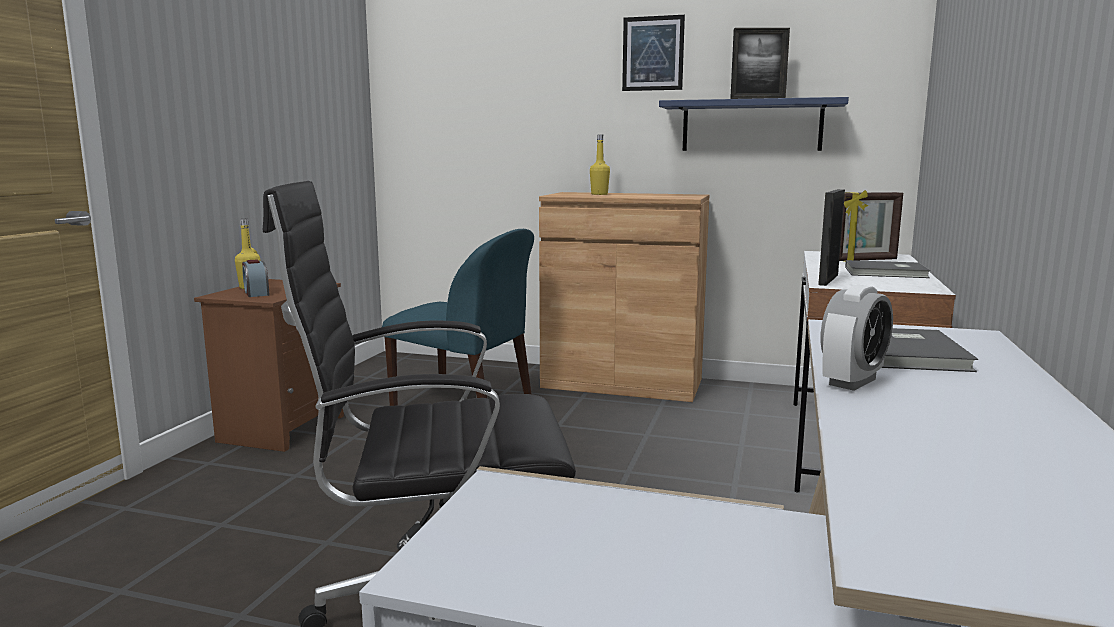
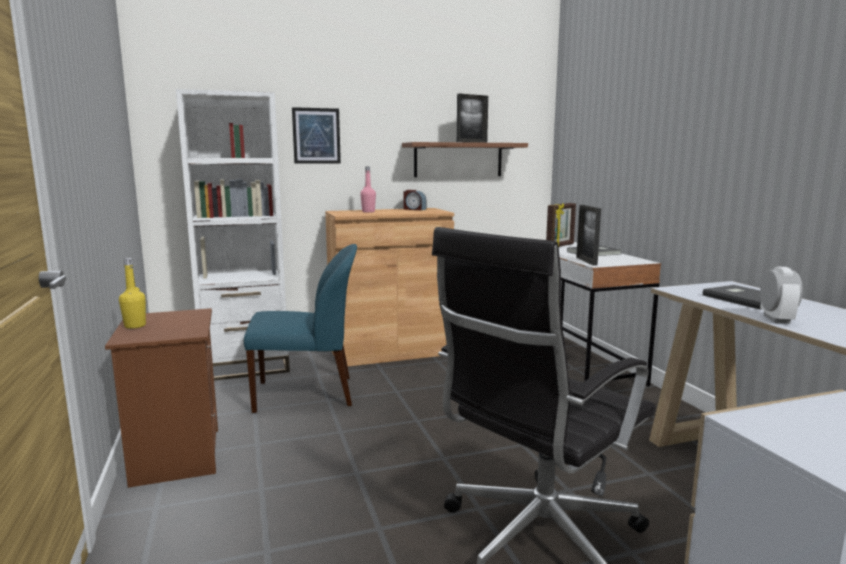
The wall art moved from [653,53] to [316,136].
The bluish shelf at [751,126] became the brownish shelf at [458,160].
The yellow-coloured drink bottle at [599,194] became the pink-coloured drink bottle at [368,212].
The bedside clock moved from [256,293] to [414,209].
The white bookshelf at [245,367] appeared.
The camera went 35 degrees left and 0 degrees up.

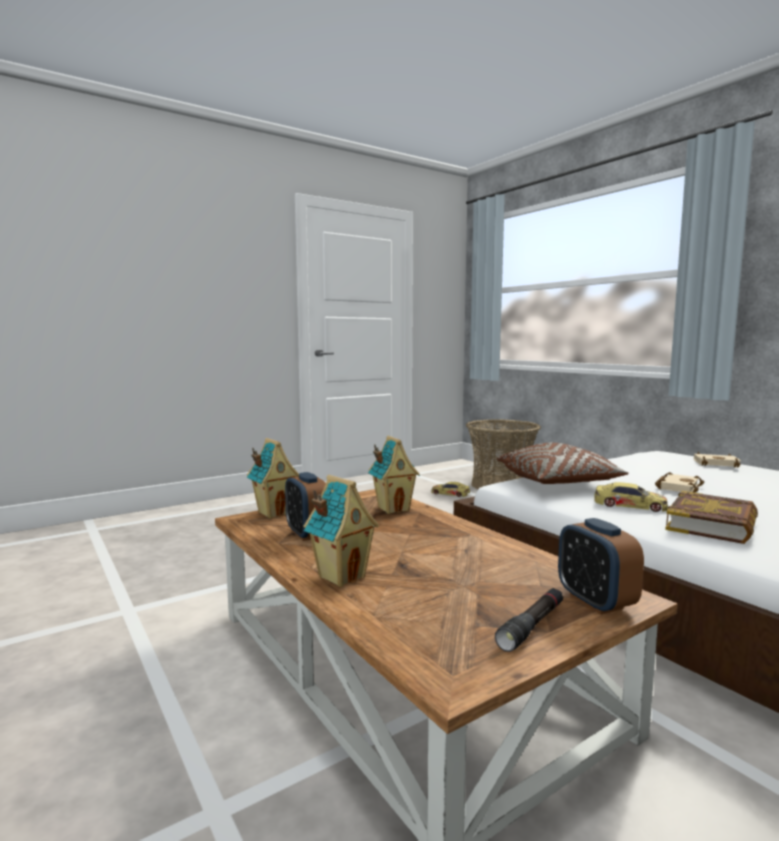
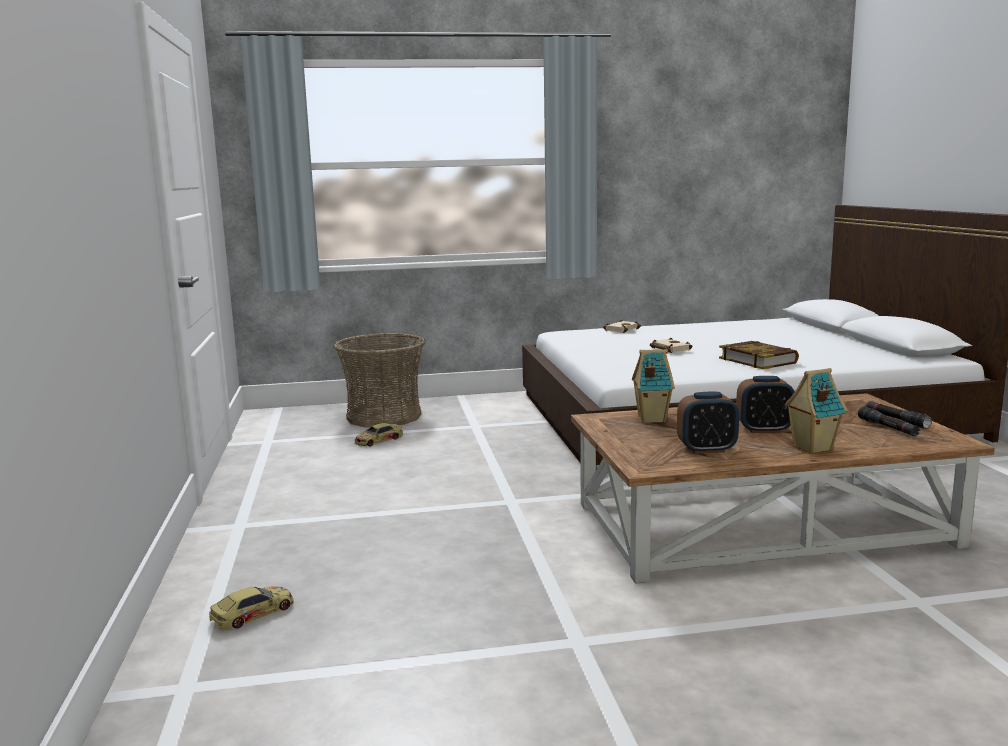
The model house at [274,512] disappeared.
The brownish cushion at [558,483] disappeared.
The model car moved from [630,505] to [253,613].
The bedside clock moved from [595,602] to [764,430].
The black-coloured flashlight at [887,428] appeared.
The camera went 65 degrees left and 5 degrees up.

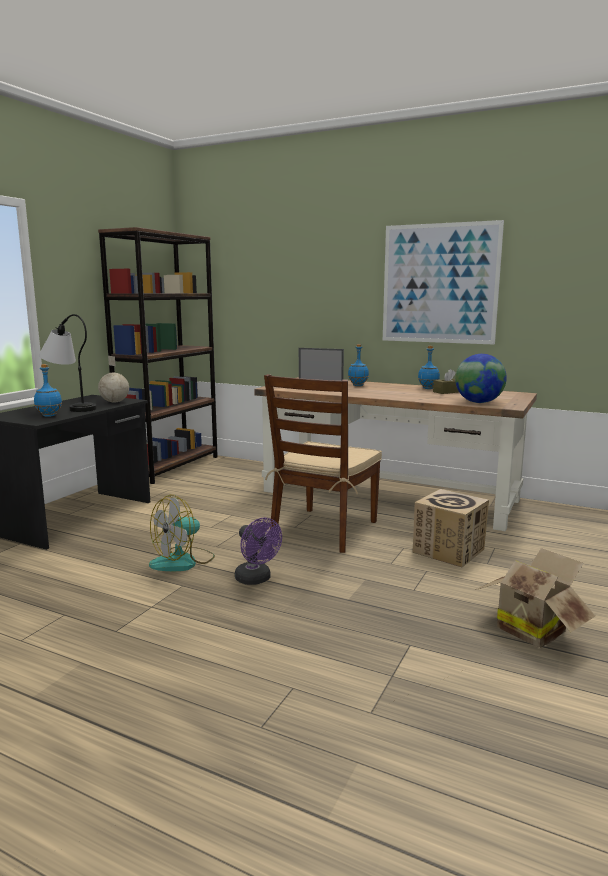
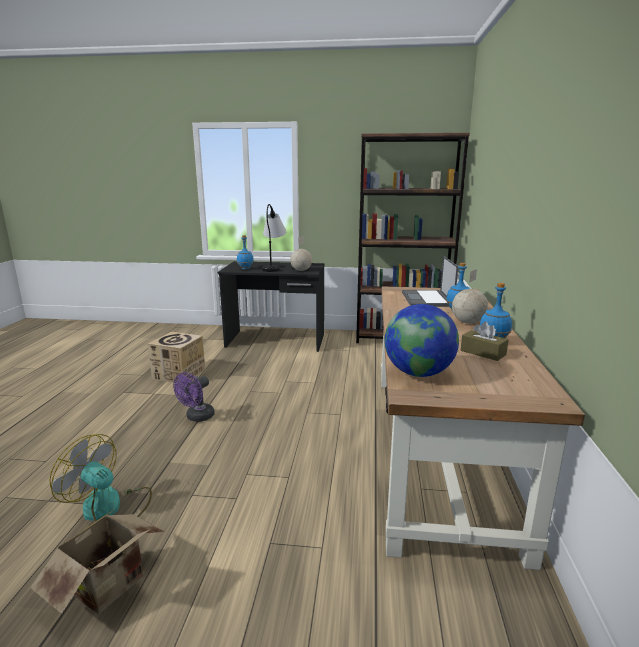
The wall art at [439,284] disappeared.
The brownish chair at [324,530] disappeared.
The packing box moved from [449,551] to [179,374].
The fan moved from [183,561] to [110,508].
The desk globe at [468,322] appeared.
The camera went 70 degrees right and 5 degrees up.

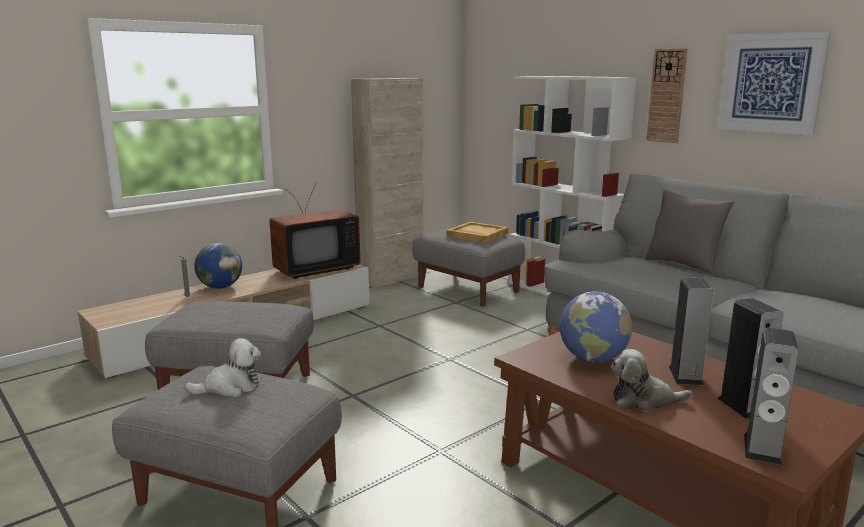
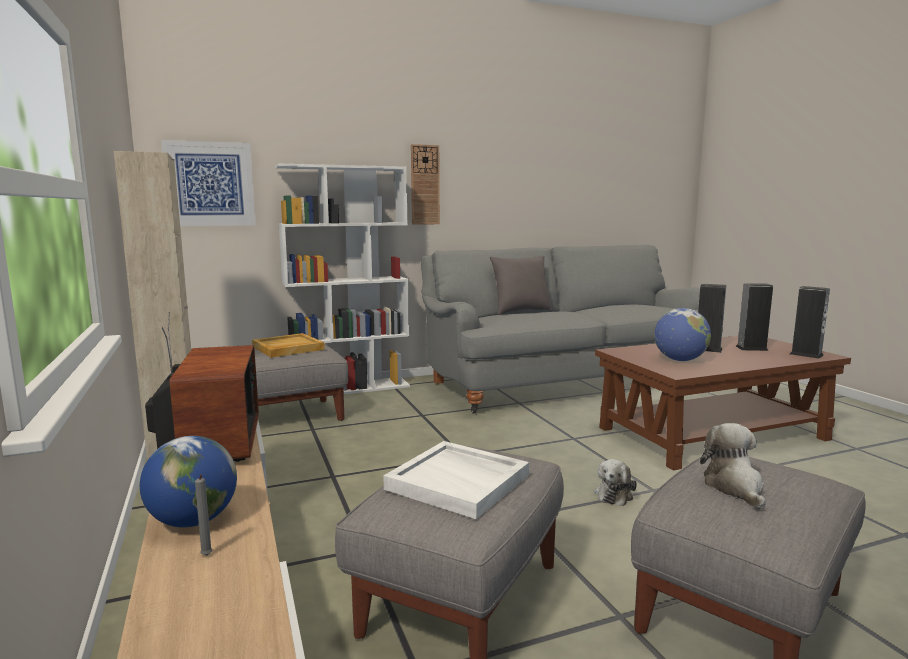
The wall art moved from [771,83] to [210,184].
The soft toy moved from [644,400] to [614,494].
The white tray at [459,482] appeared.
The camera went 70 degrees left and 5 degrees down.

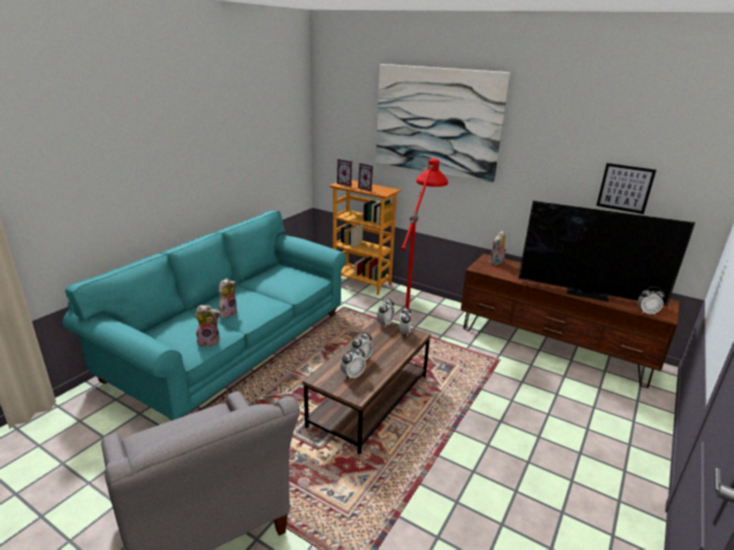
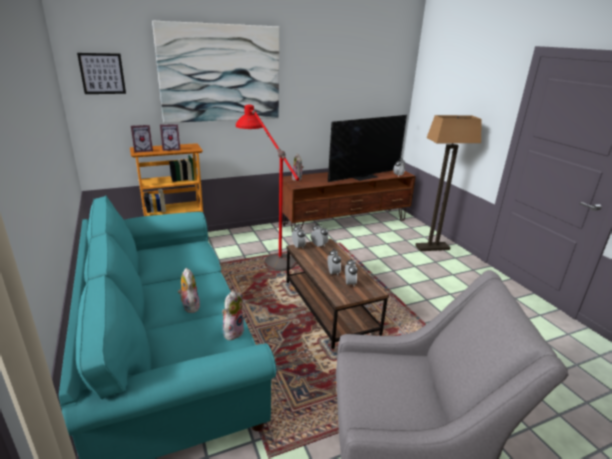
The wall art moved from [625,188] to [102,73].
The floor lamp at [432,247] appeared.
The camera went 55 degrees left and 0 degrees up.

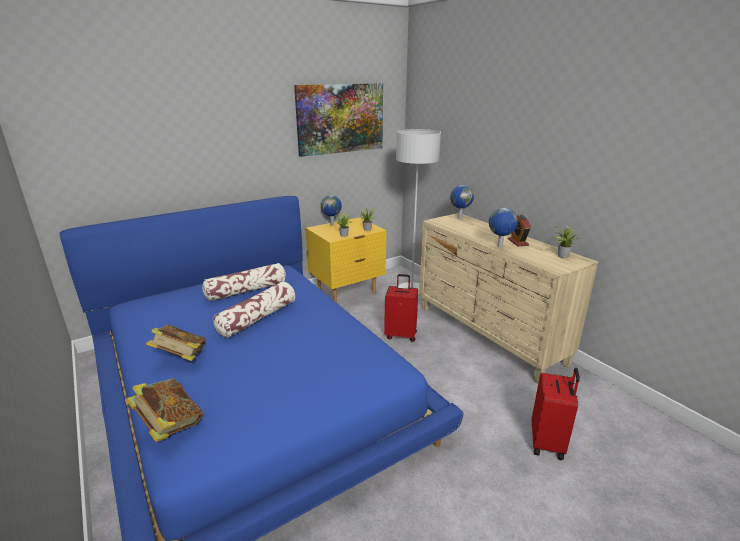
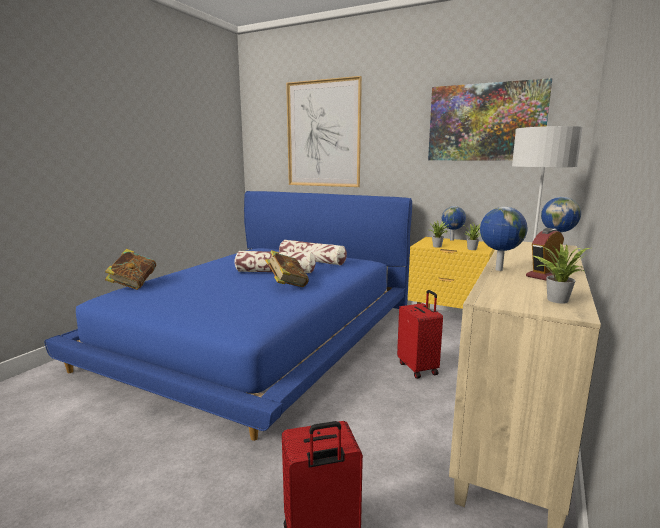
The bound book moved from [181,358] to [287,285].
The wall art at [323,134] appeared.
The camera went 60 degrees right and 10 degrees down.

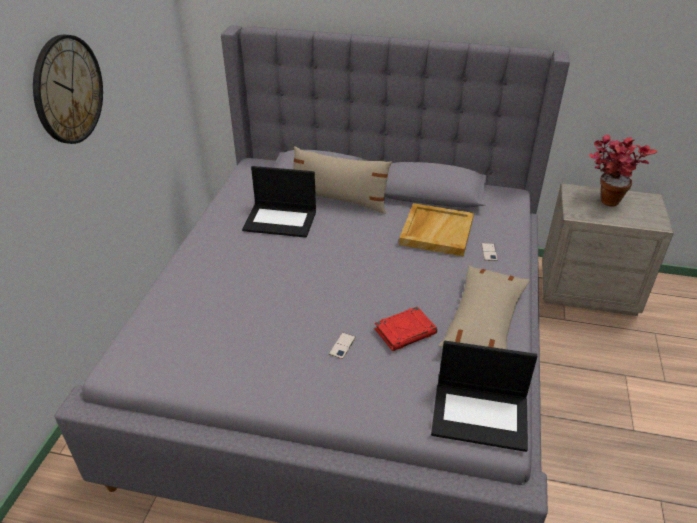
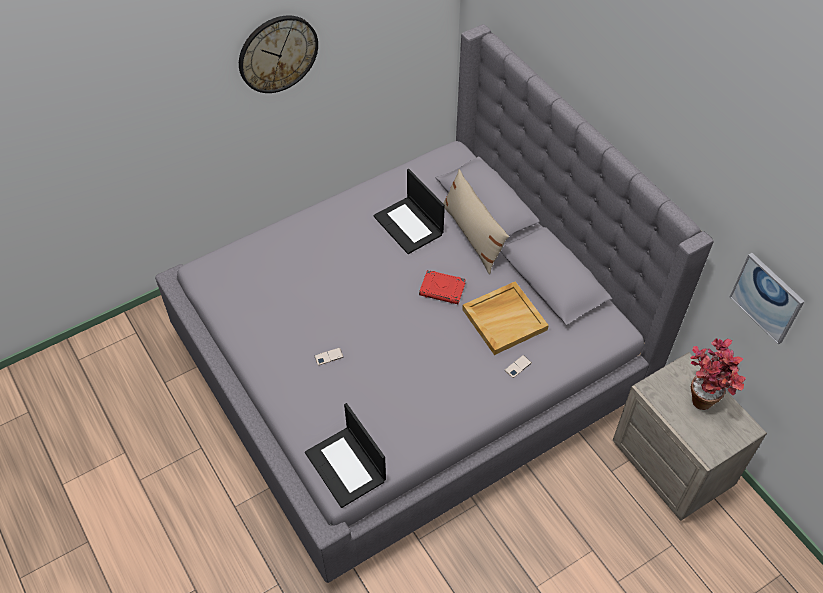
The sand-coloured cushion at [483,322] disappeared.
The reddish bound book moved from [405,331] to [442,289].
The wall art at [767,297] appeared.
The camera went 45 degrees right and 15 degrees up.

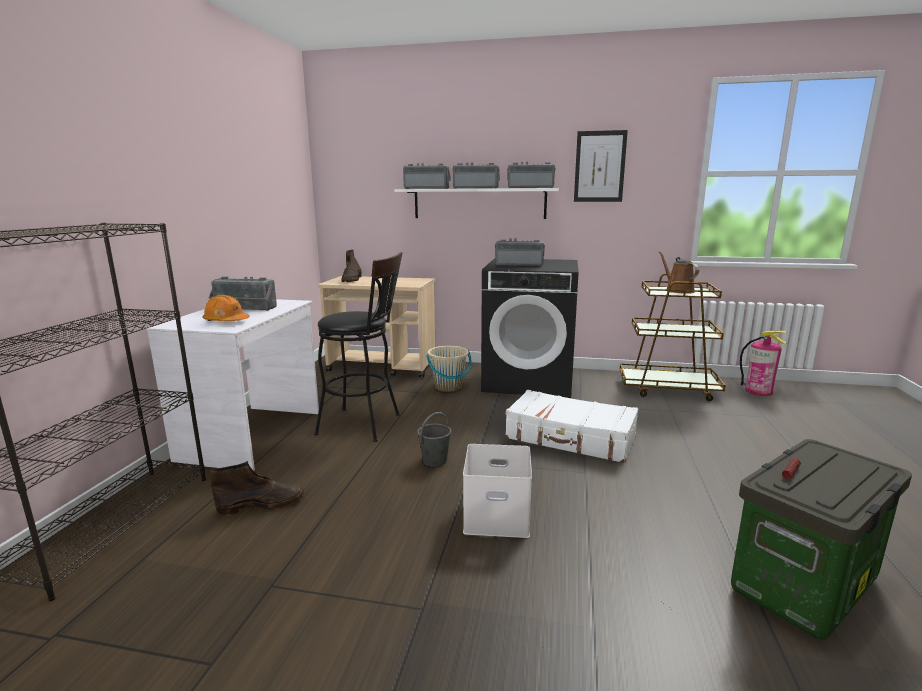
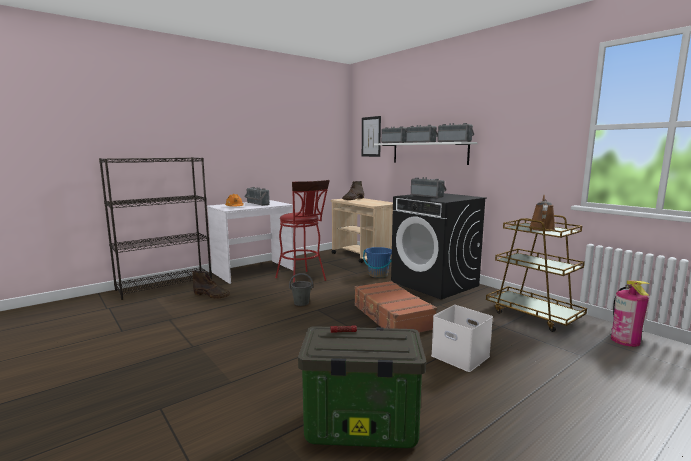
The wall art moved from [599,166] to [371,136].
The black-coloured stool at [366,425] became the reddish stool at [303,280].
The sand-coloured pail at [448,387] became the bluish pail at [378,275].
The white piece of luggage at [570,438] became the brownish piece of luggage at [391,317].
The white storage bin moved from [495,517] to [459,356].
The camera went 40 degrees right and 5 degrees down.

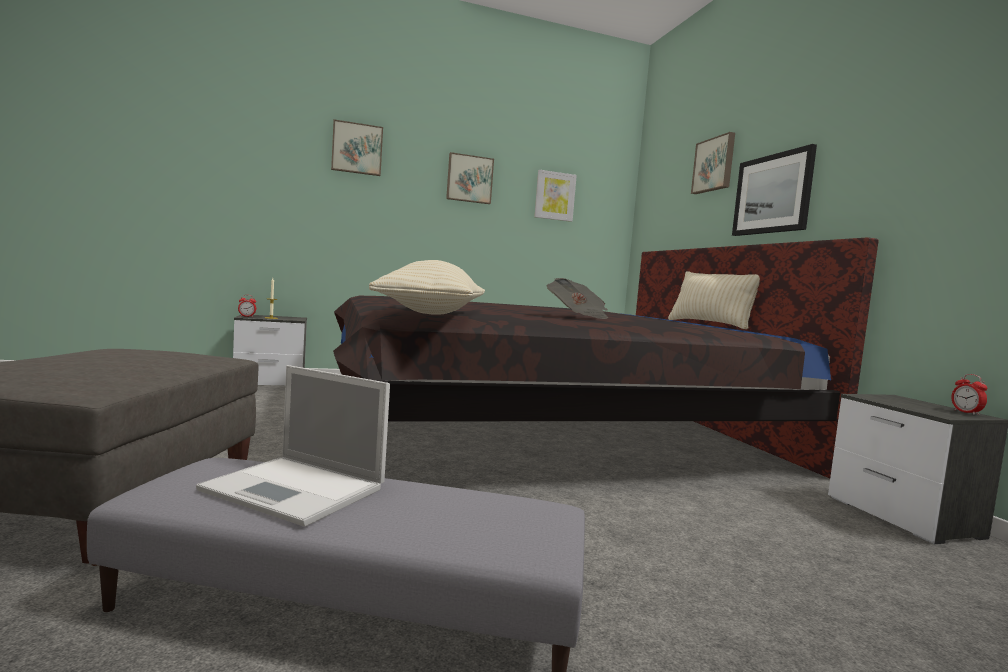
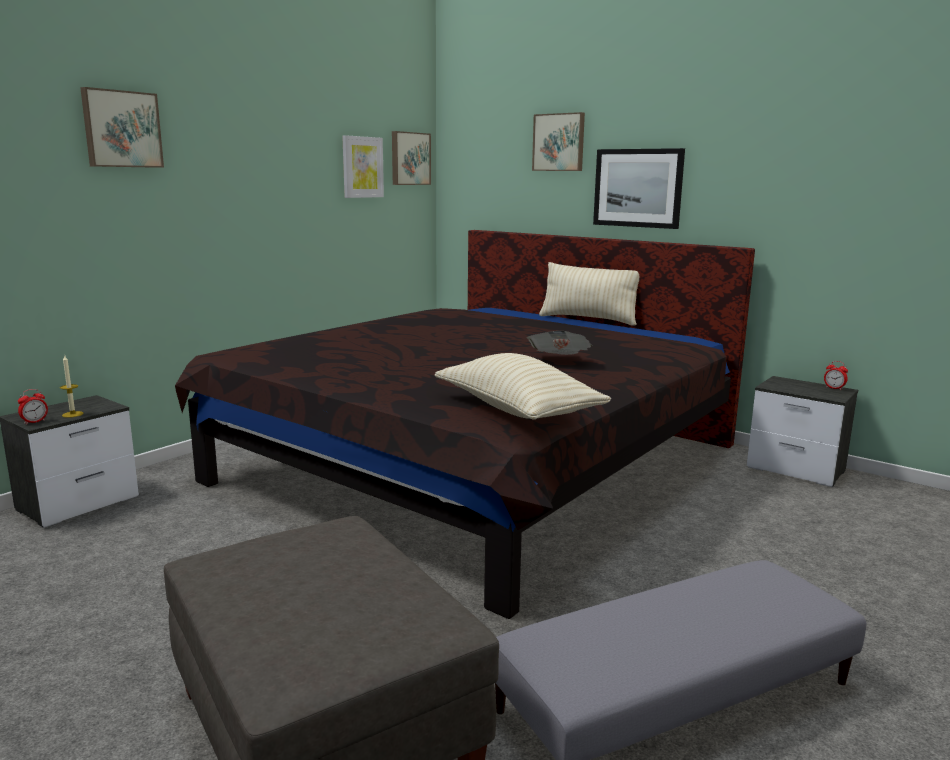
The wall art moved from [469,179] to [409,158].
The notebook computer at [297,490] disappeared.
The camera went 35 degrees left and 10 degrees up.

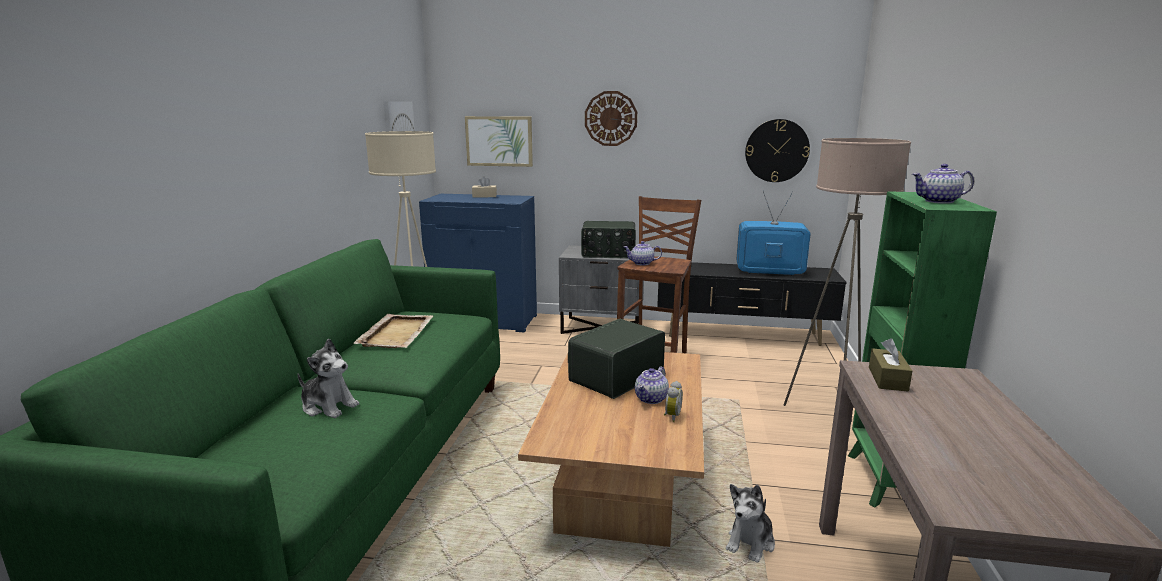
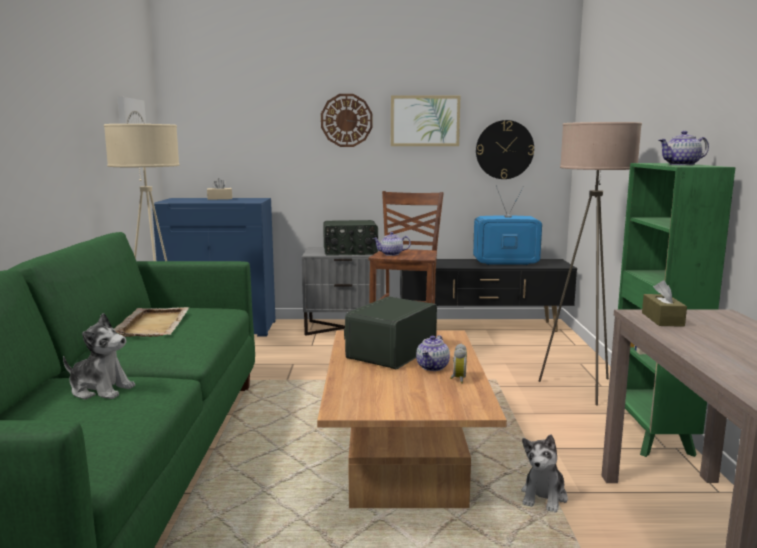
The wall art moved from [499,141] to [425,121].
The camera went 10 degrees left and 5 degrees down.

